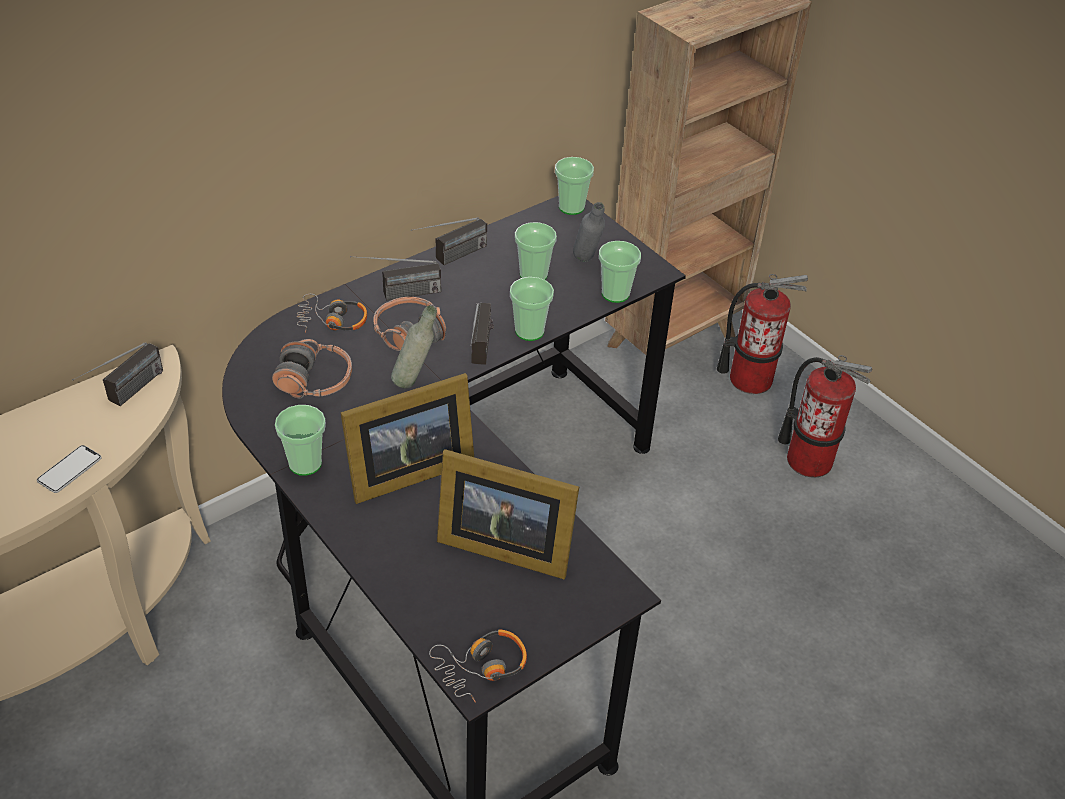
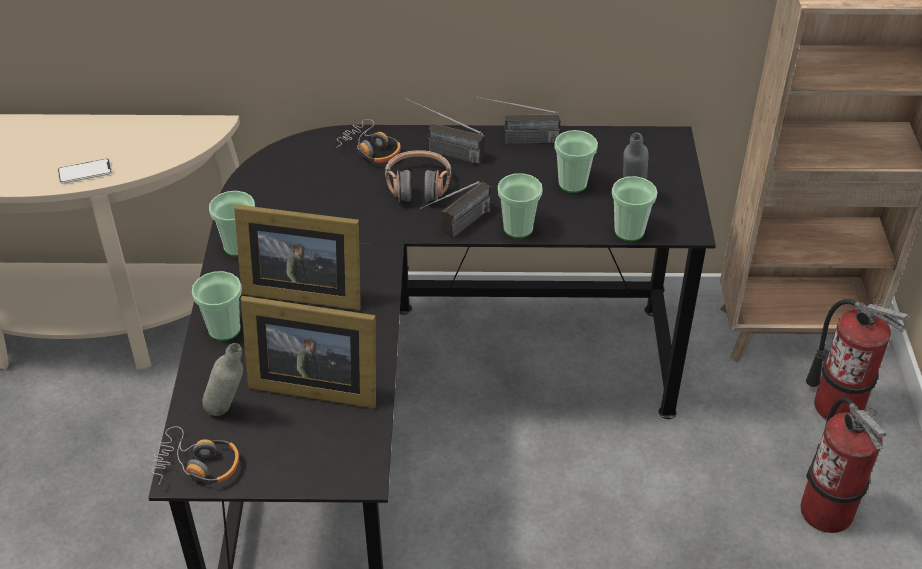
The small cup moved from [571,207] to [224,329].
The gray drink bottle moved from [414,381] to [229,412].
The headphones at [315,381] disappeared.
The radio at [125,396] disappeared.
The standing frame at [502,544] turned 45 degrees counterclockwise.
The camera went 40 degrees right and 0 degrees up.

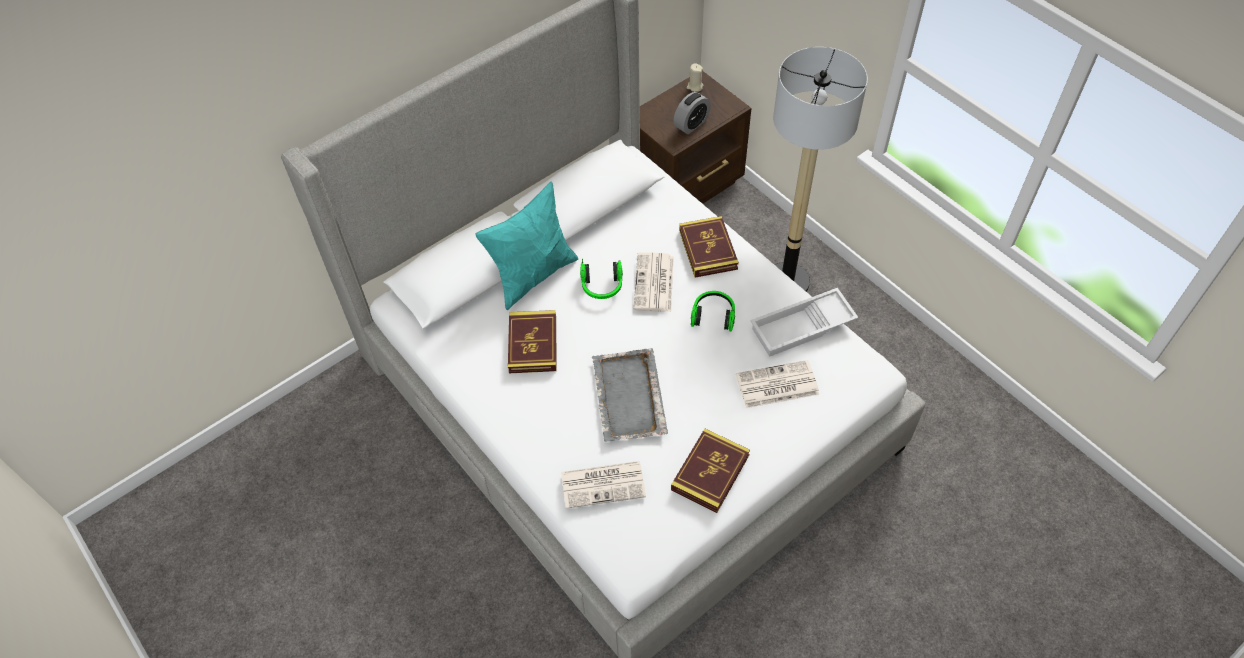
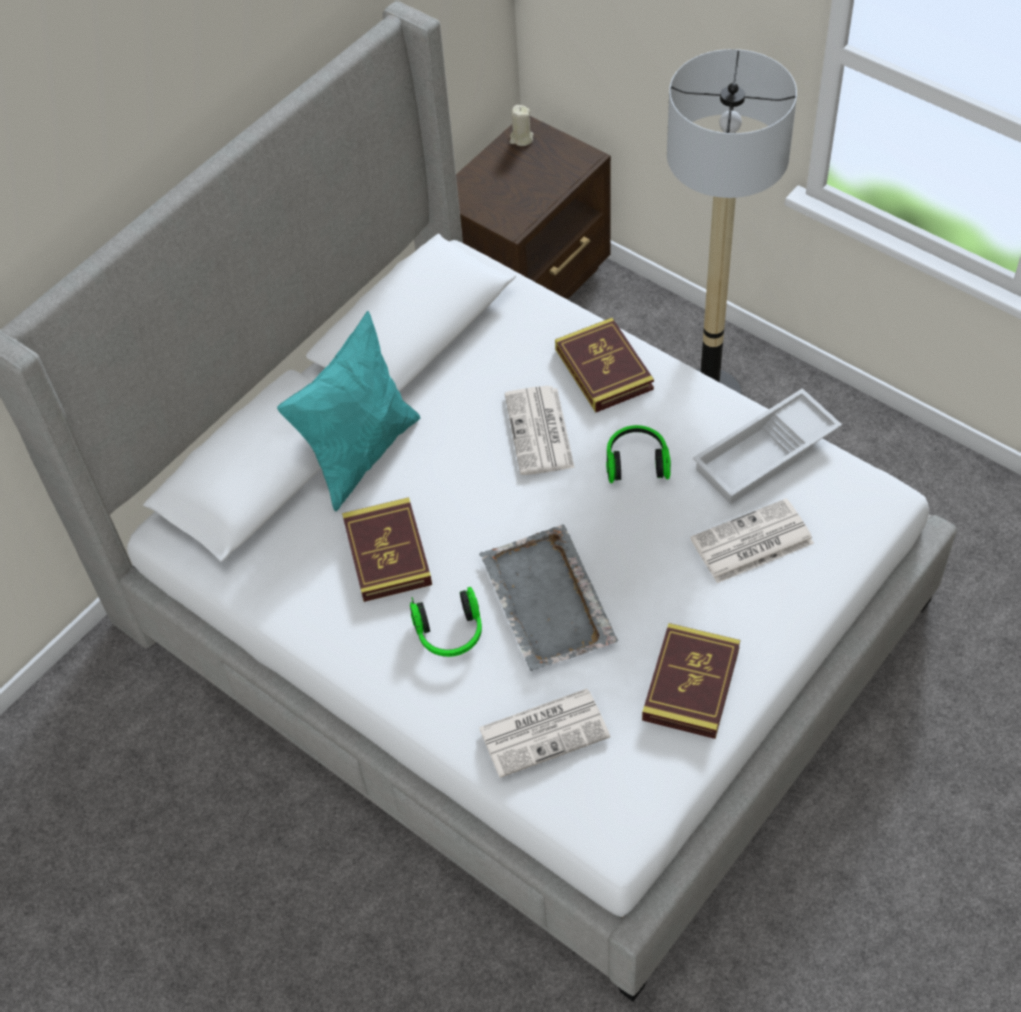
The bedside clock at [691,124] disappeared.
The headphones moved from [602,287] to [450,634].
The camera went 10 degrees left and 0 degrees up.

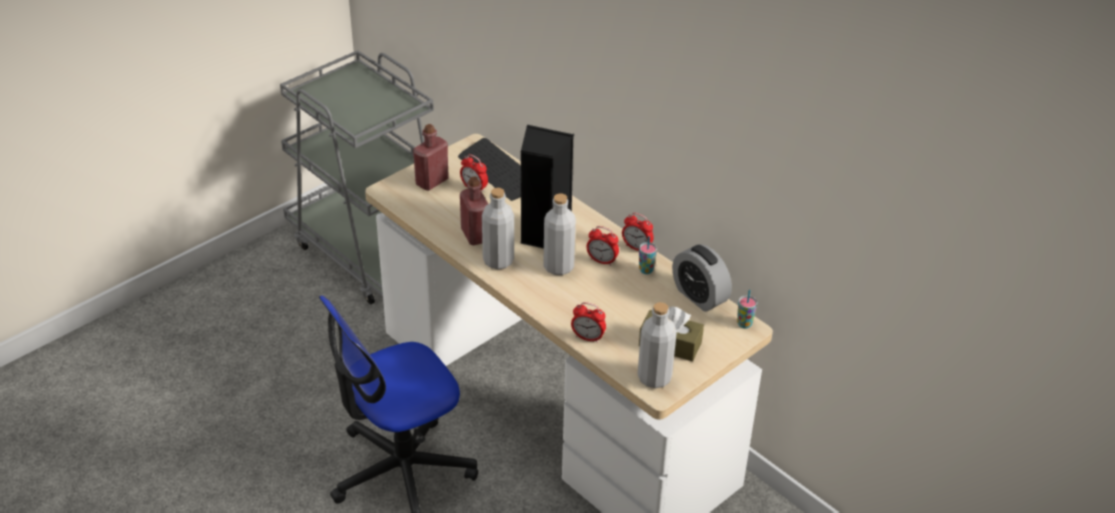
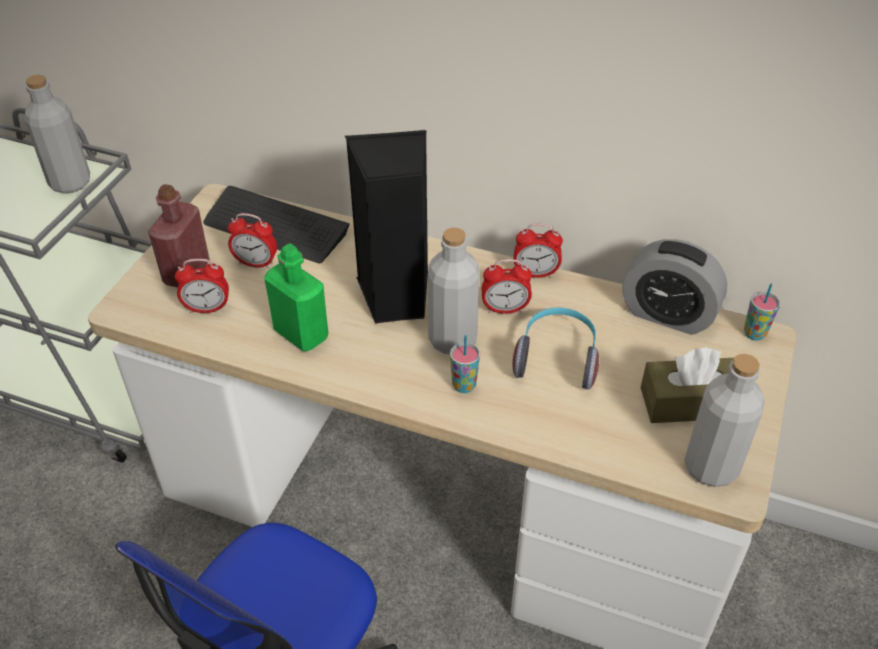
The reddish drink bottle at [475,235] became the greenish drink bottle at [301,334].
The gray drink bottle moved from [498,261] to [70,182].
The small cup moved from [646,270] to [464,385].
The bedside clock moved from [588,337] to [207,309].
The headphones at [557,358] appeared.
The camera went 25 degrees left and 5 degrees up.

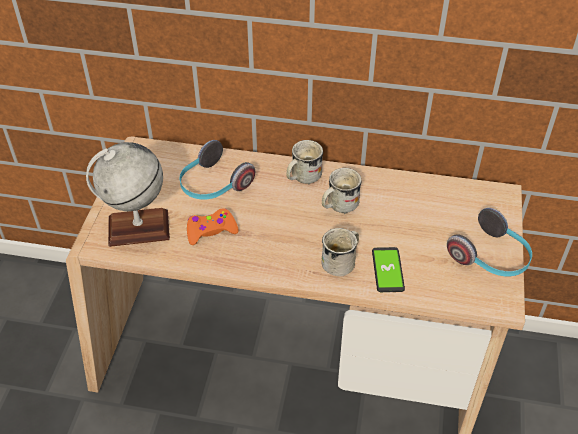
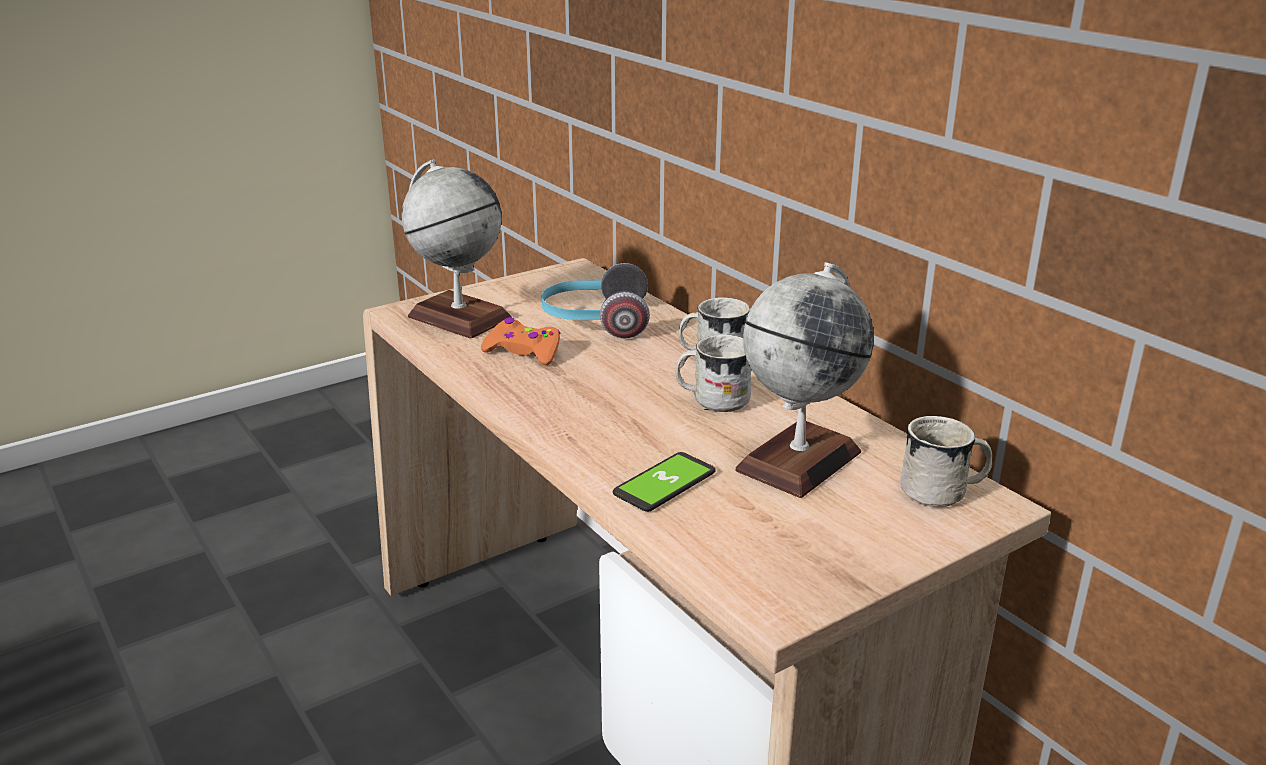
The headphones at [491,258] disappeared.
The white mug moved from [342,261] to [943,493].
The desk globe at [798,460] appeared.
The camera went 45 degrees right and 20 degrees down.

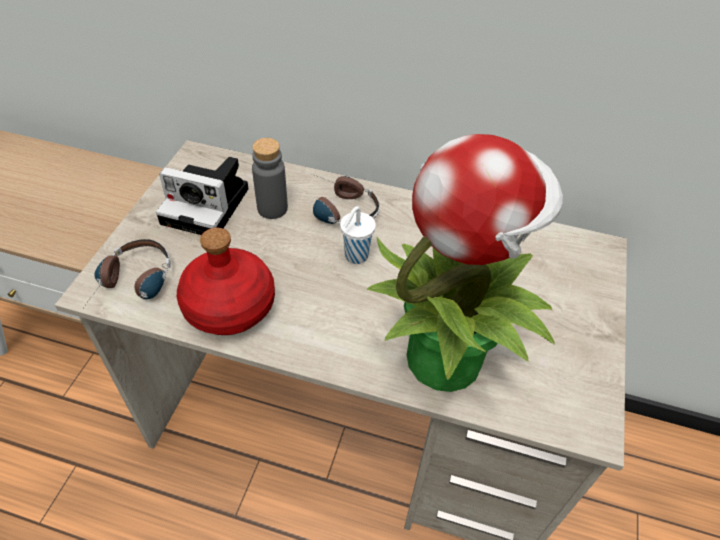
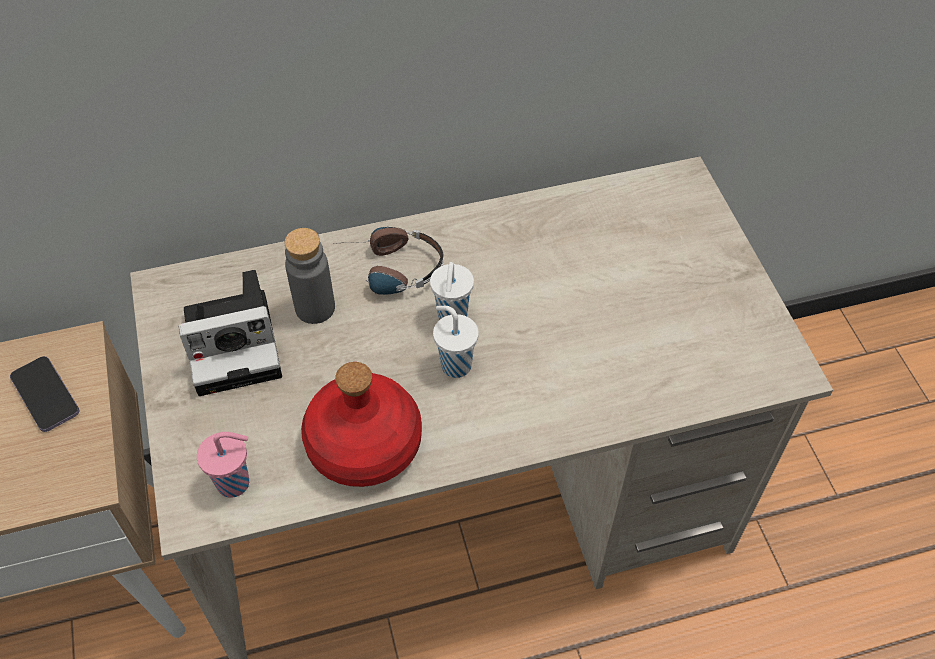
The plant in a pot at [445,356] disappeared.
The headphones at [133,286] was replaced by the pink-coloured small cup at [235,483].
The white small cup at [454,364] appeared.
The handset at [45,395] appeared.
The camera went 30 degrees left and 5 degrees up.

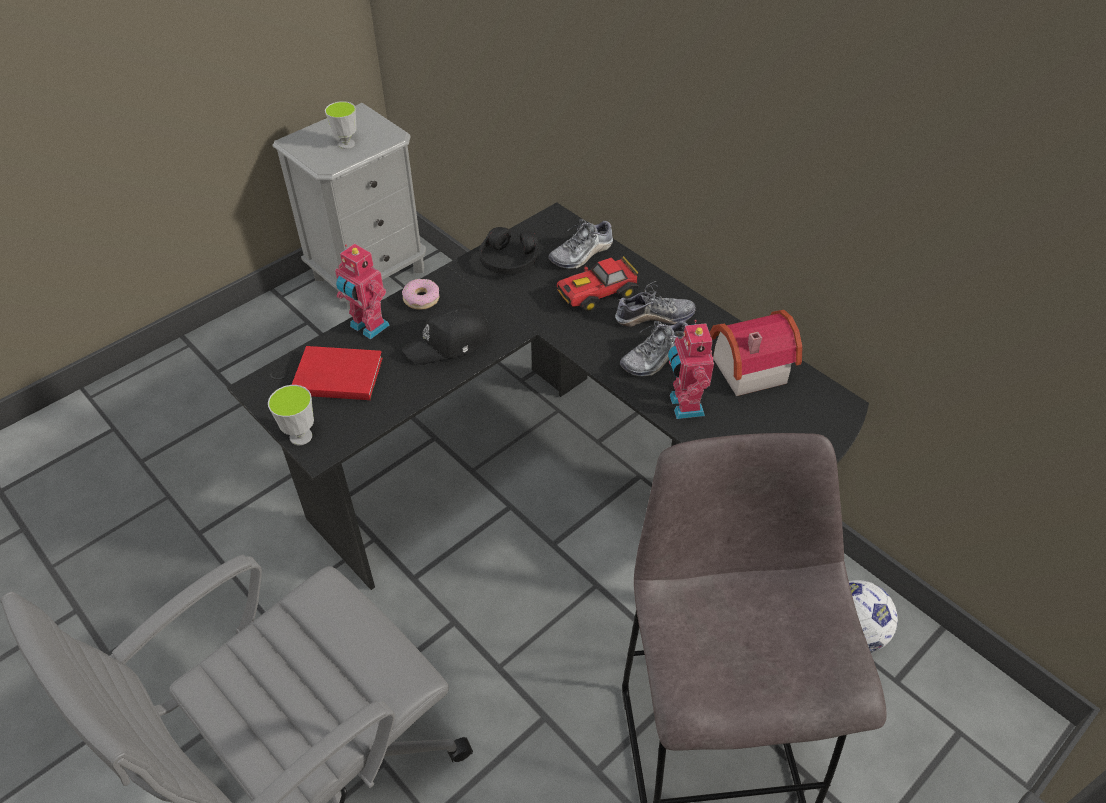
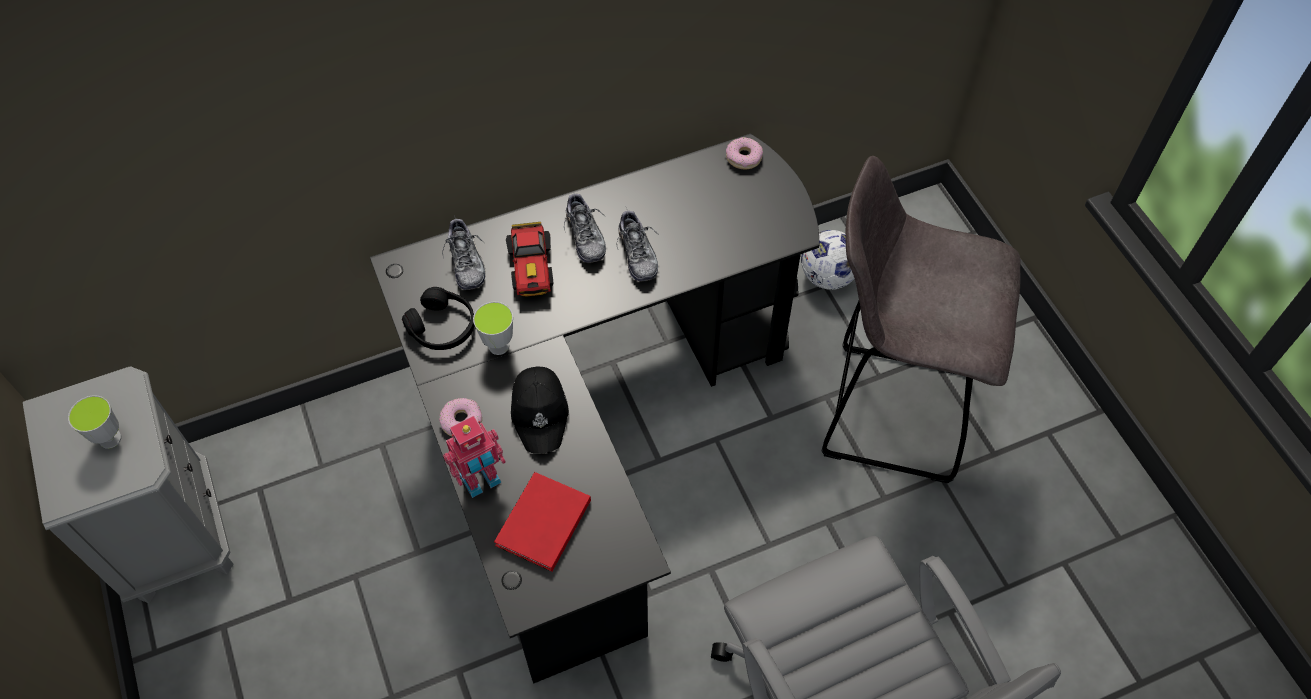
The low shoe at [654,317] turned 150 degrees clockwise.
The model house at [745,367] disappeared.
The model robot at [683,406] disappeared.
The small cup moved from [301,436] to [498,346].
The doughnut at [743,157] appeared.
The camera went 70 degrees left and 10 degrees up.

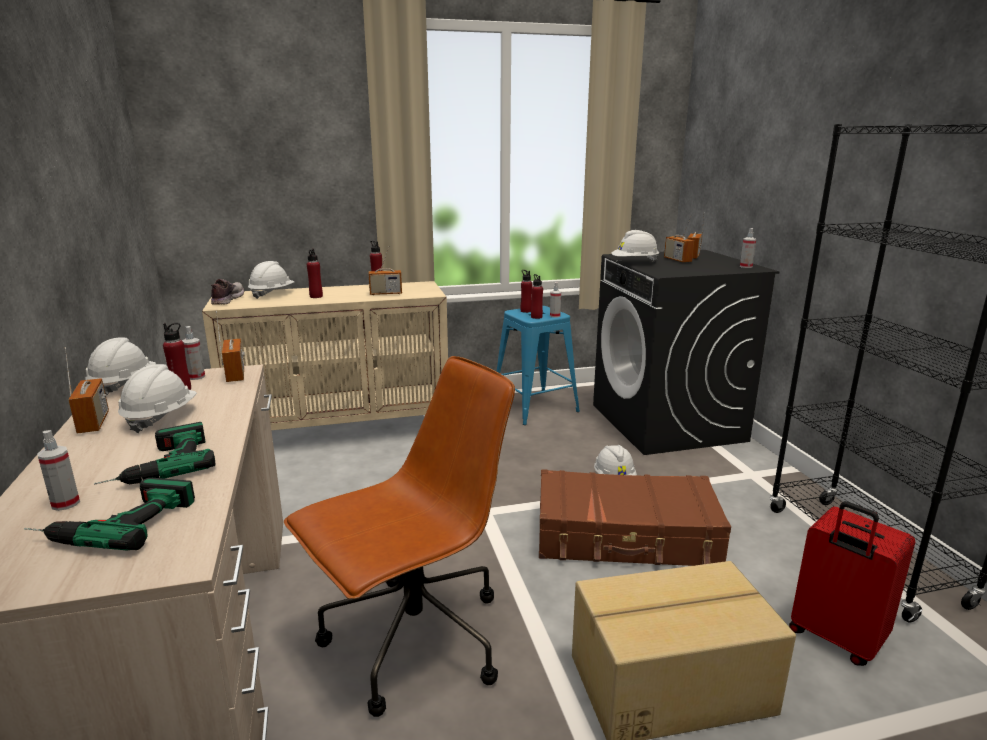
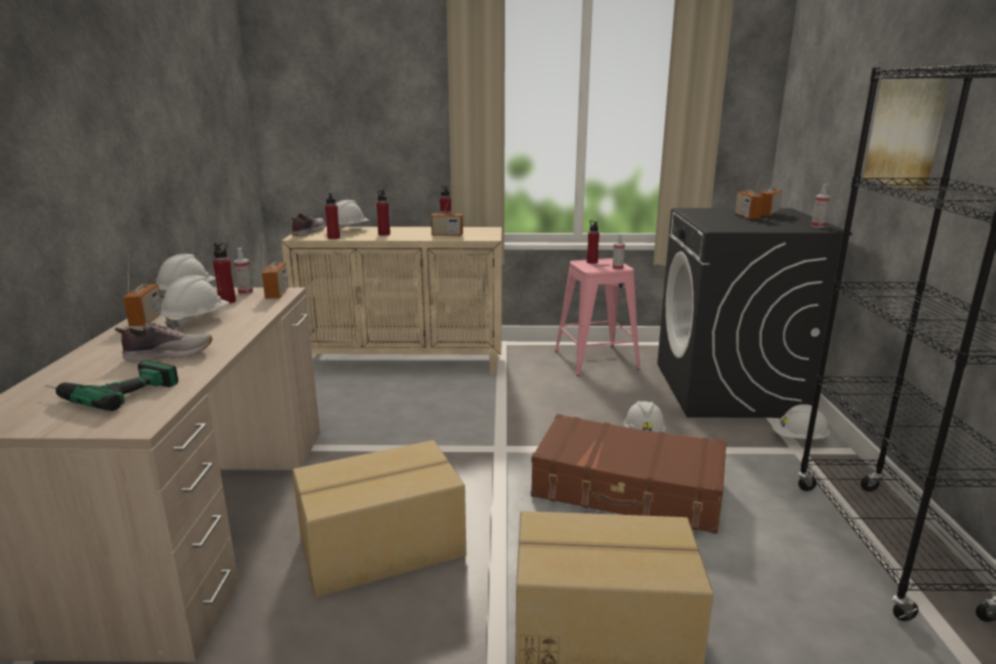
The white work helmet moved from [634,263] to [799,439].
The reddish drink bottle moved from [536,317] to [333,237].
The bluish stool at [534,407] became the pink-coloured stool at [595,360].
The brownish computer chair at [413,642] was replaced by the packing box at [383,548].
The power drill at [156,465] was replaced by the low shoe at [168,355].
The sprayer at [65,503] disappeared.
The reddish piece of luggage at [835,639] disappeared.
The wall art at [907,132] appeared.
The camera went 15 degrees right and 0 degrees up.

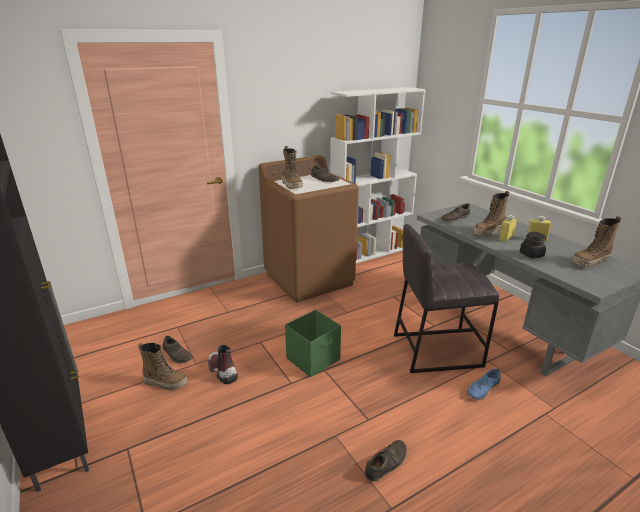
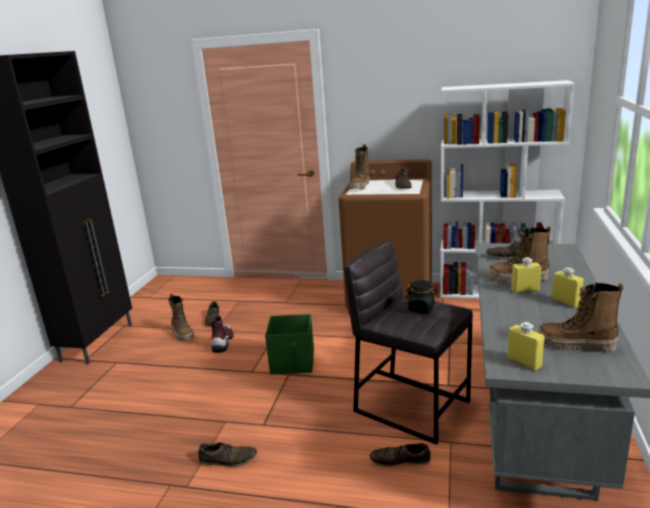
The black-coloured preserve jar moved from [531,254] to [421,308].
The bluish low shoe at [483,389] became the brownish low shoe at [400,460].
The yellow-coloured drink bottle at [524,362] appeared.
The camera went 45 degrees right and 5 degrees down.

